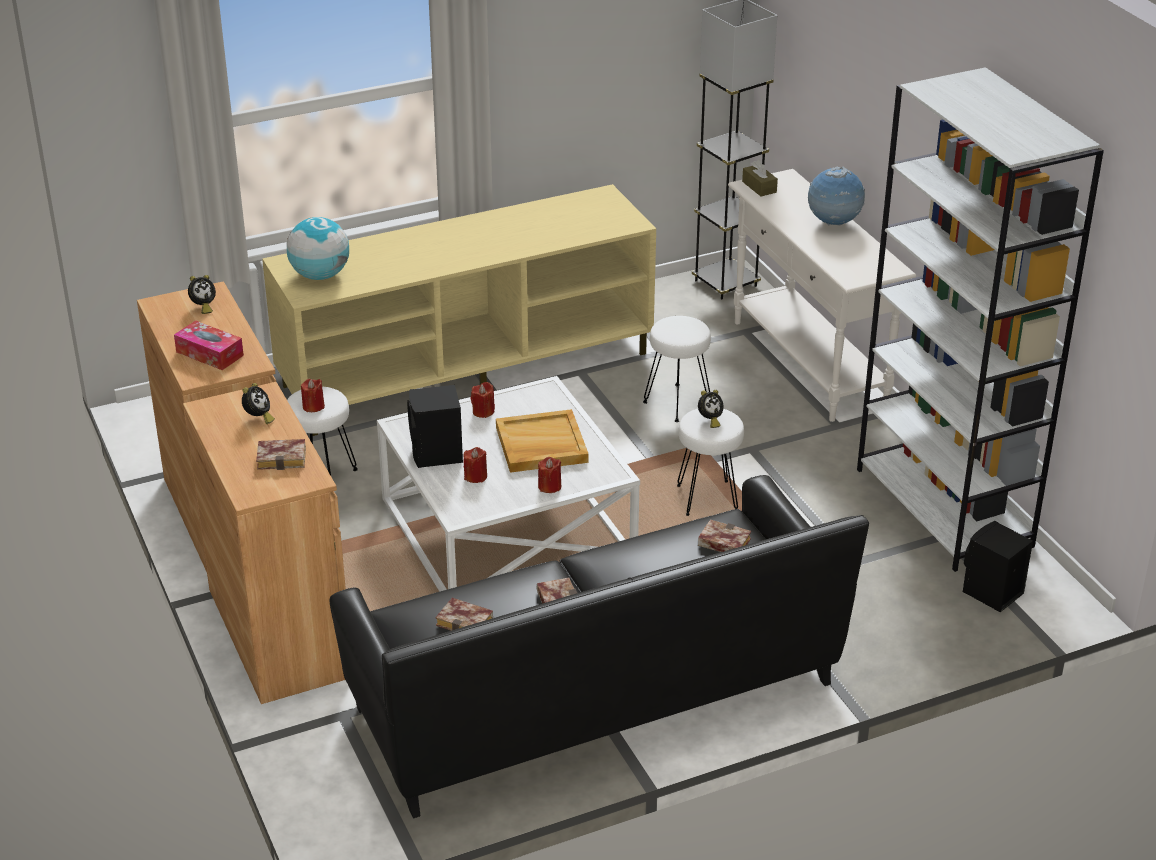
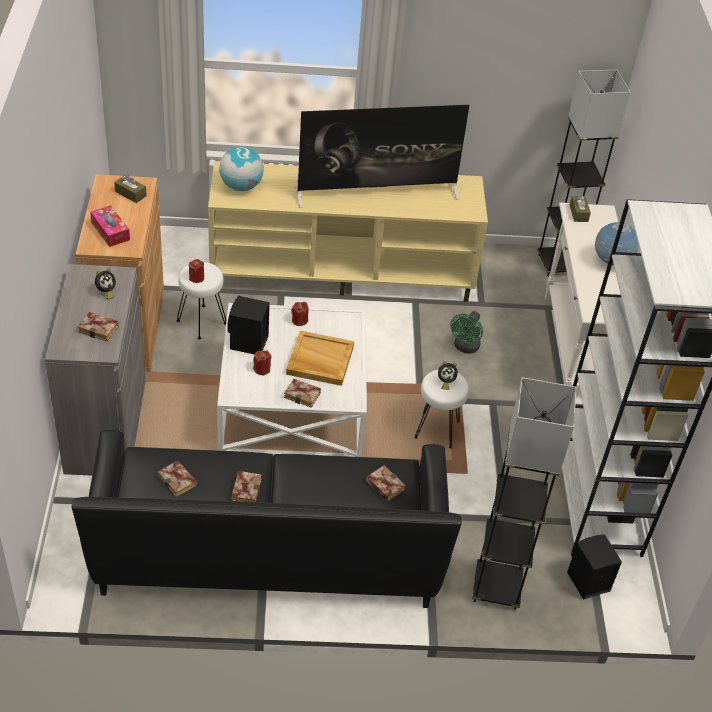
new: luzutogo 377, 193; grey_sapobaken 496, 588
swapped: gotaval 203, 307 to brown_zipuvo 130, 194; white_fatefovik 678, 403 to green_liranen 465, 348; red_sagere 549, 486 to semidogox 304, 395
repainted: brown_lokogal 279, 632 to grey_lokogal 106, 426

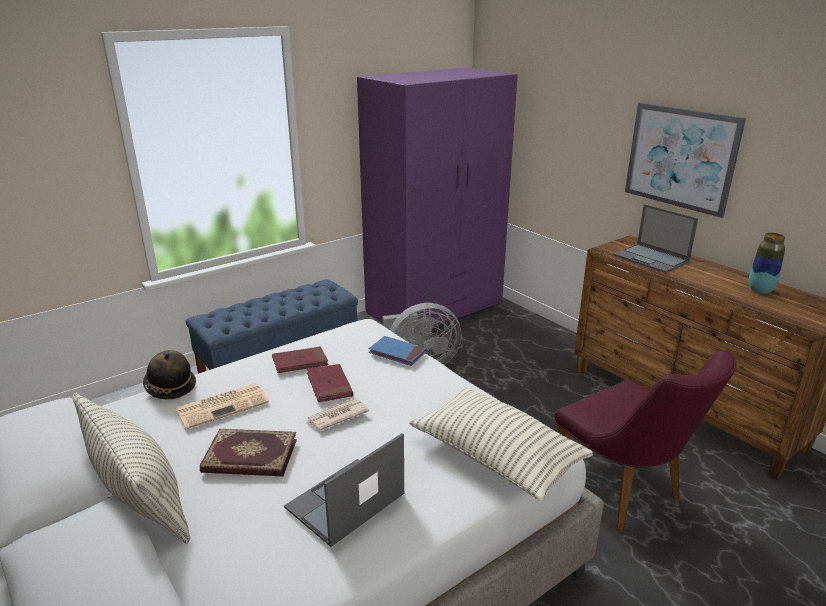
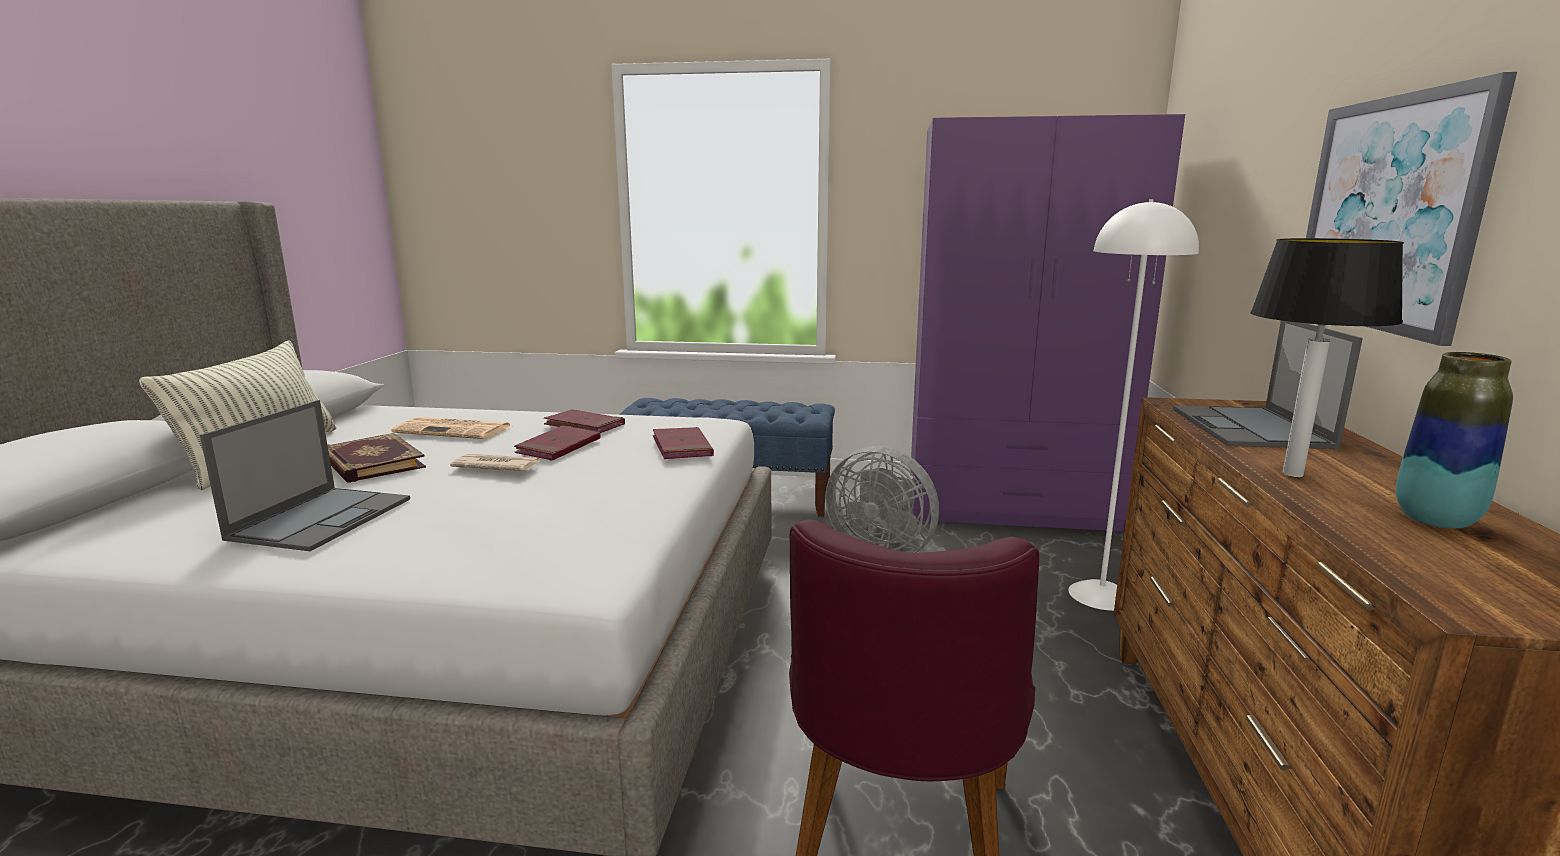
gone: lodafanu 170, 387; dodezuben 496, 456
new: white_sapobaken 1102, 595; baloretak 1293, 474
repainted: blue_semidogox 397, 353 to red_semidogox 682, 447
rotated: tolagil 344, 502 = 323, 518 105 degrees clockwise

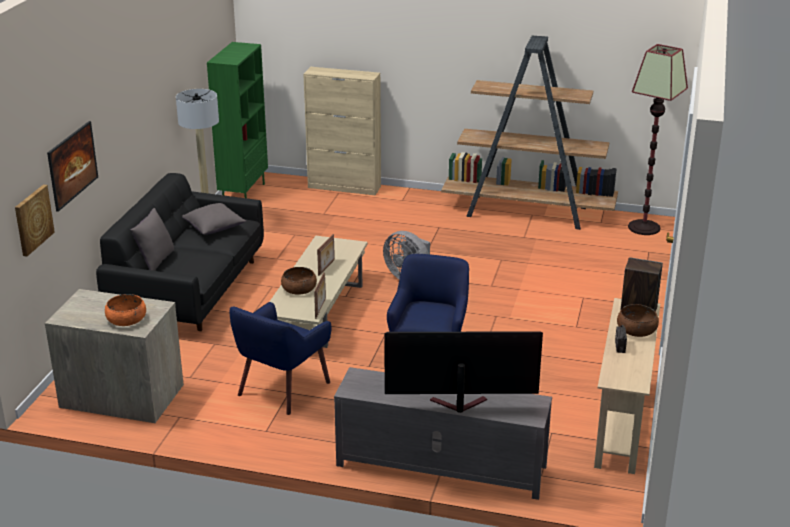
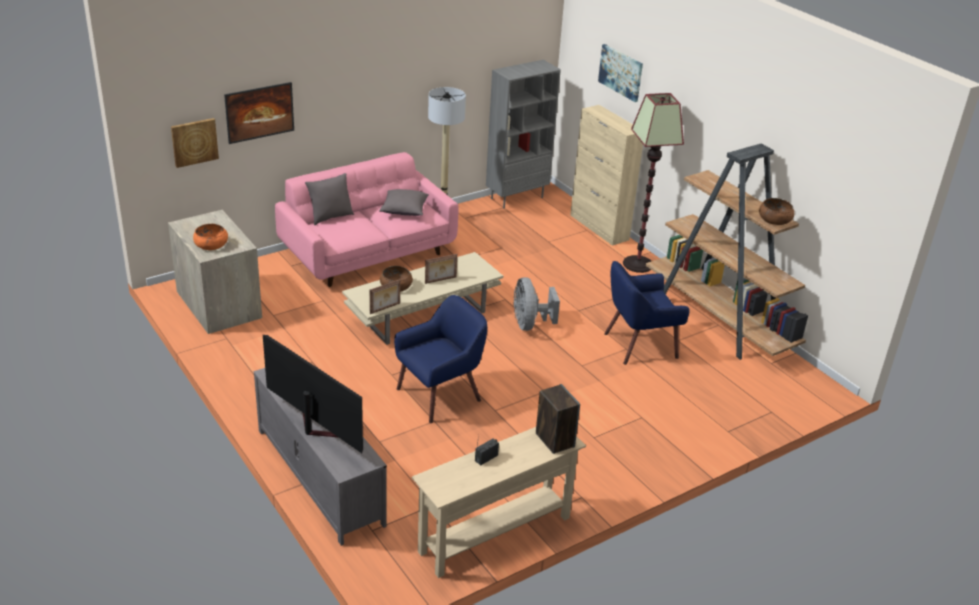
new: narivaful 621, 72
shifted: sapobaken 644, 228 to 638, 264; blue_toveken 282, 389 to 639, 345; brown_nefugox 636, 329 to 774, 219
repainted: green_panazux 243, 193 to grey_panazux 517, 197; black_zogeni 189, 289 to pink_zogeni 368, 253

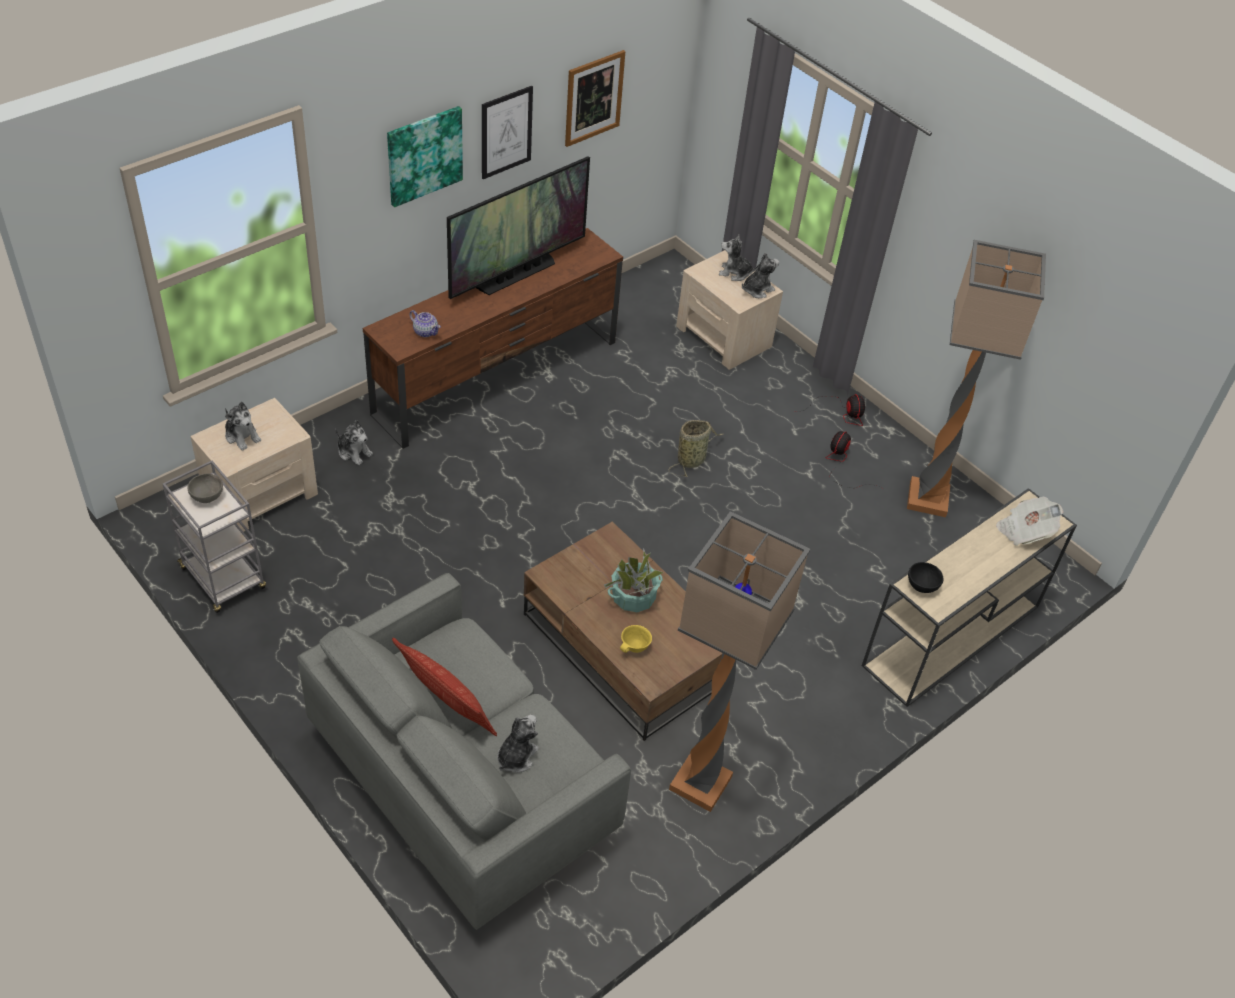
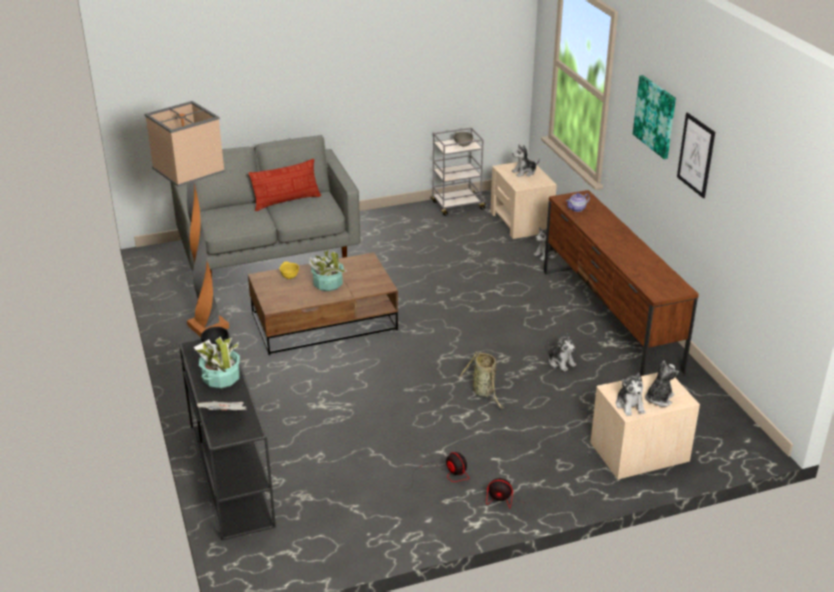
gone: narivaful 593, 98; luzutogo 516, 274; sapobaken 929, 498
new: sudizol 221, 379
shifted: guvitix 516, 756 to 561, 362
repainted: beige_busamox 950, 637 to black_busamox 230, 473

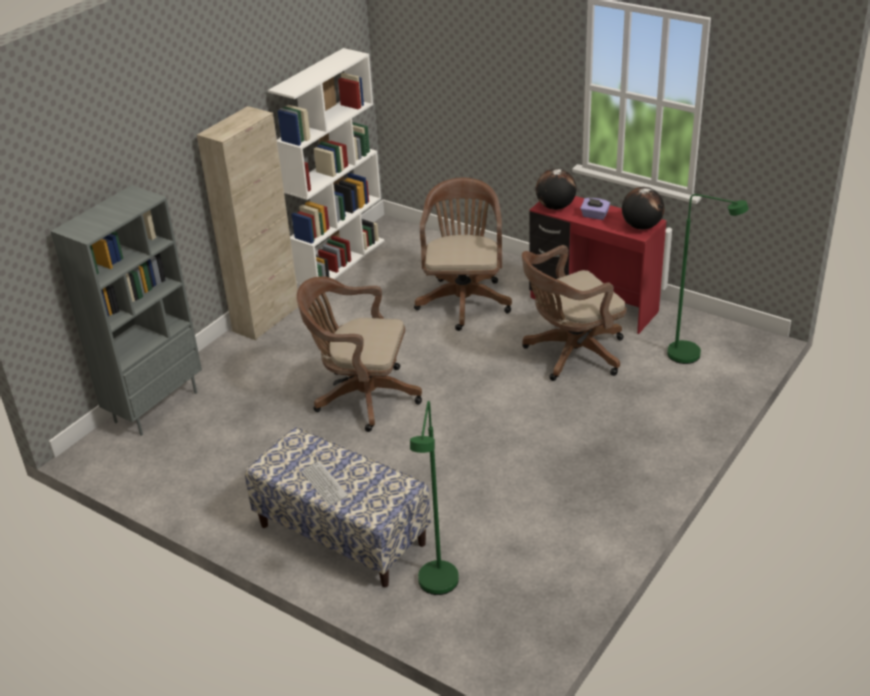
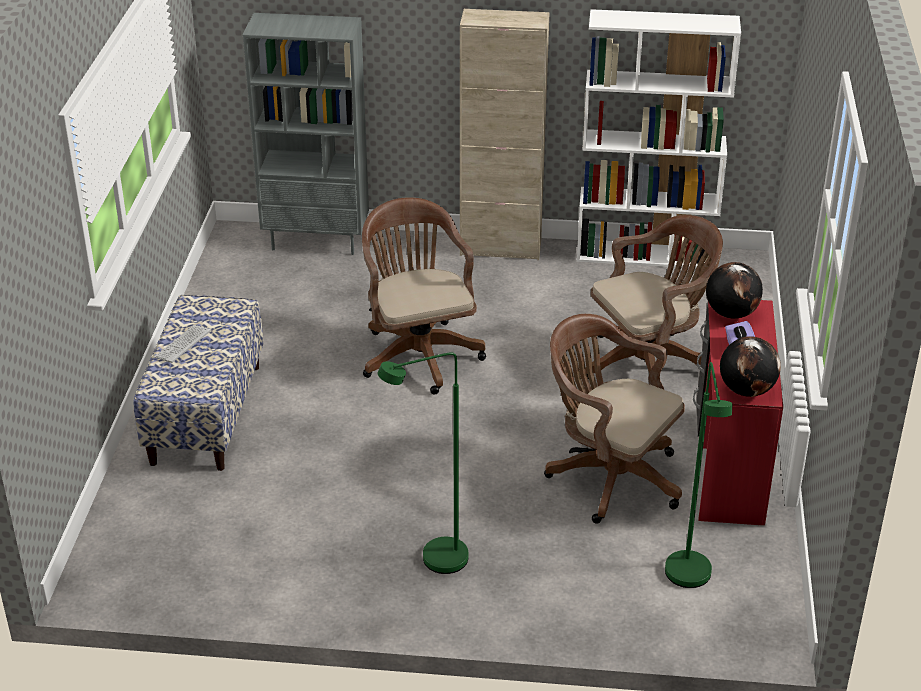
shifted: green_sapobaken 437, 588 to 433, 561

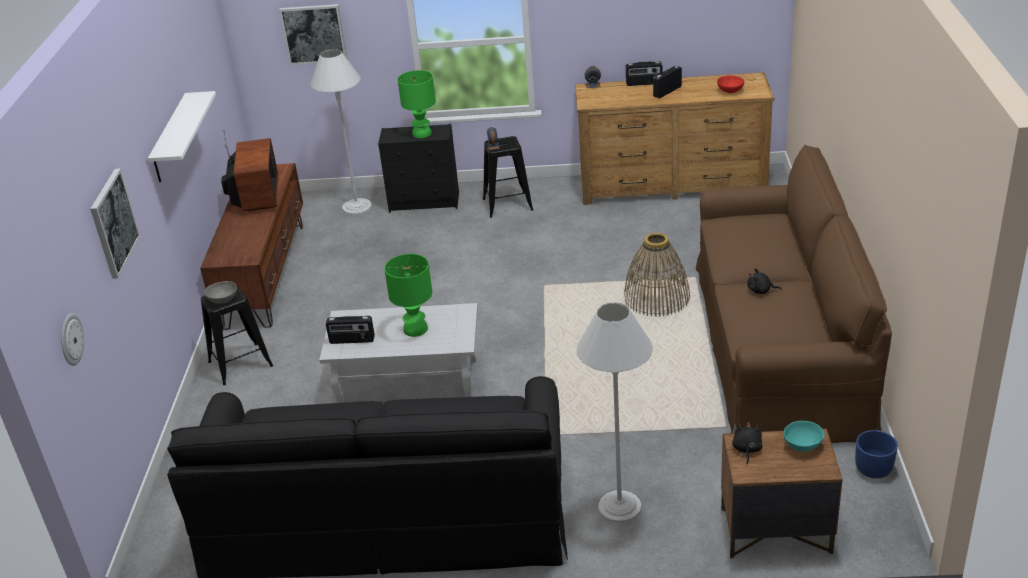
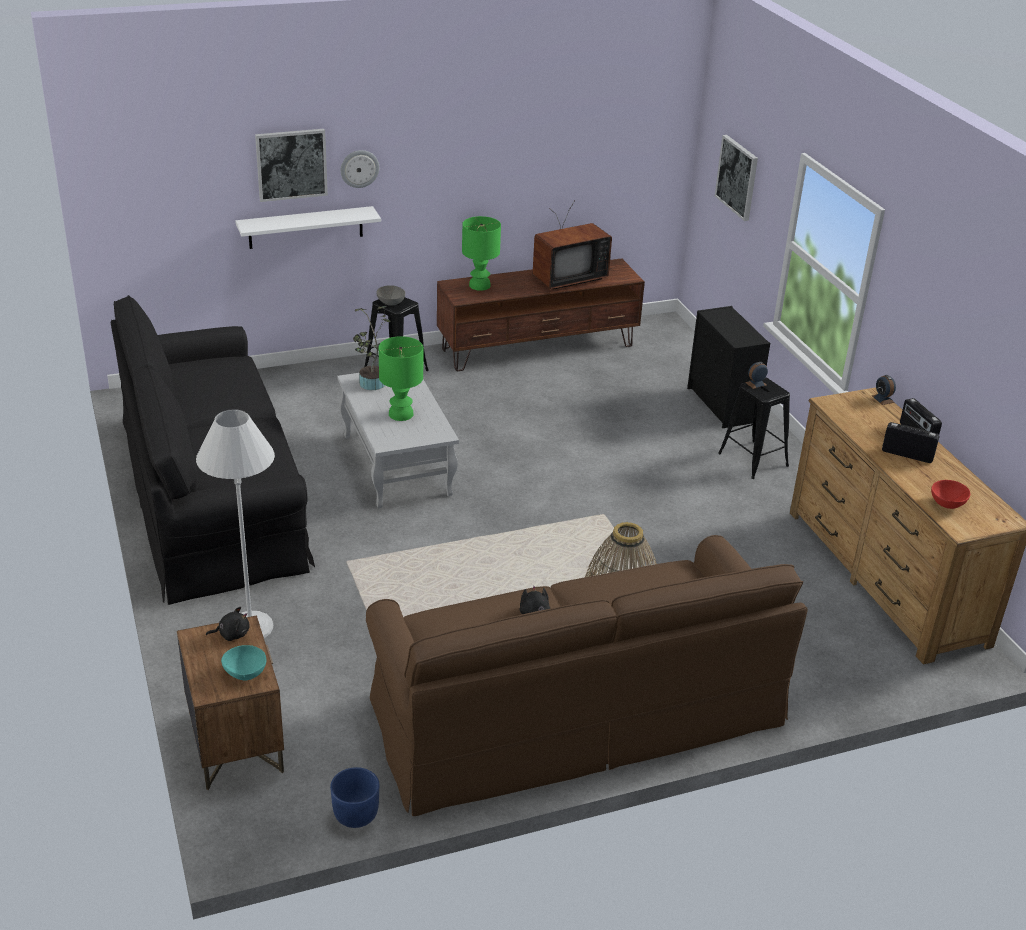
gone: white_sapobaken 357, 207
shifted: green_baloretak 422, 133 to 480, 285; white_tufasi 171, 138 to 306, 227; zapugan 70, 339 to 359, 168
swapped: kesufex 352, 340 to sudizol 371, 385

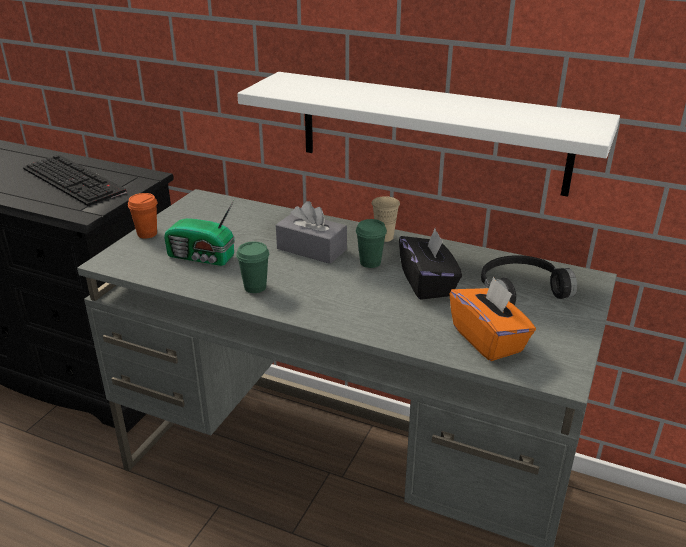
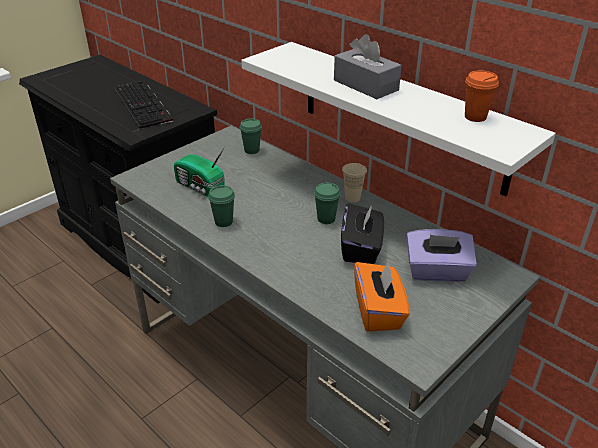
new: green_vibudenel 251, 150
shifted: orange_vibudenel 147, 234 to 475, 117; grey_zipuvo 311, 249 to 365, 85
swapped: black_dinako 519, 290 to purple_zipuvo 437, 272

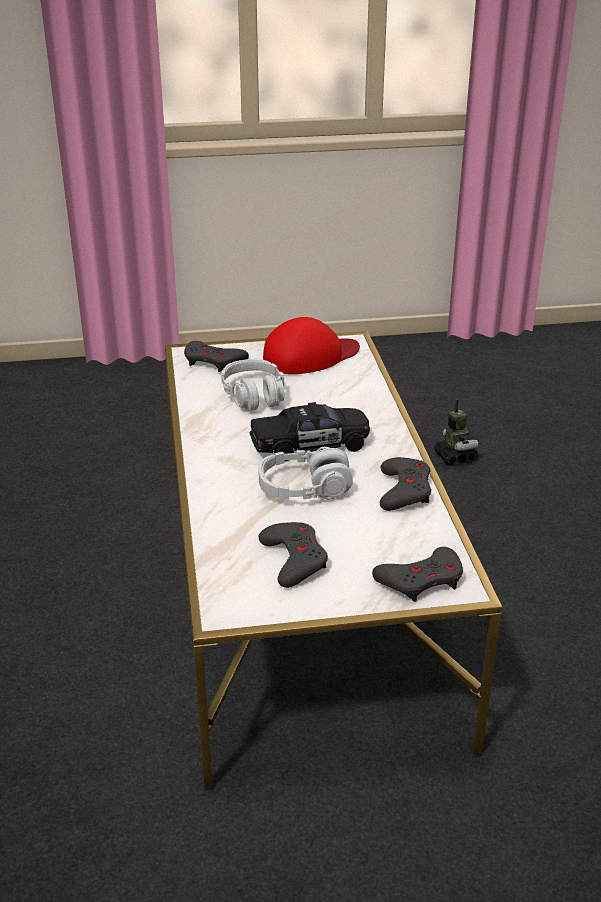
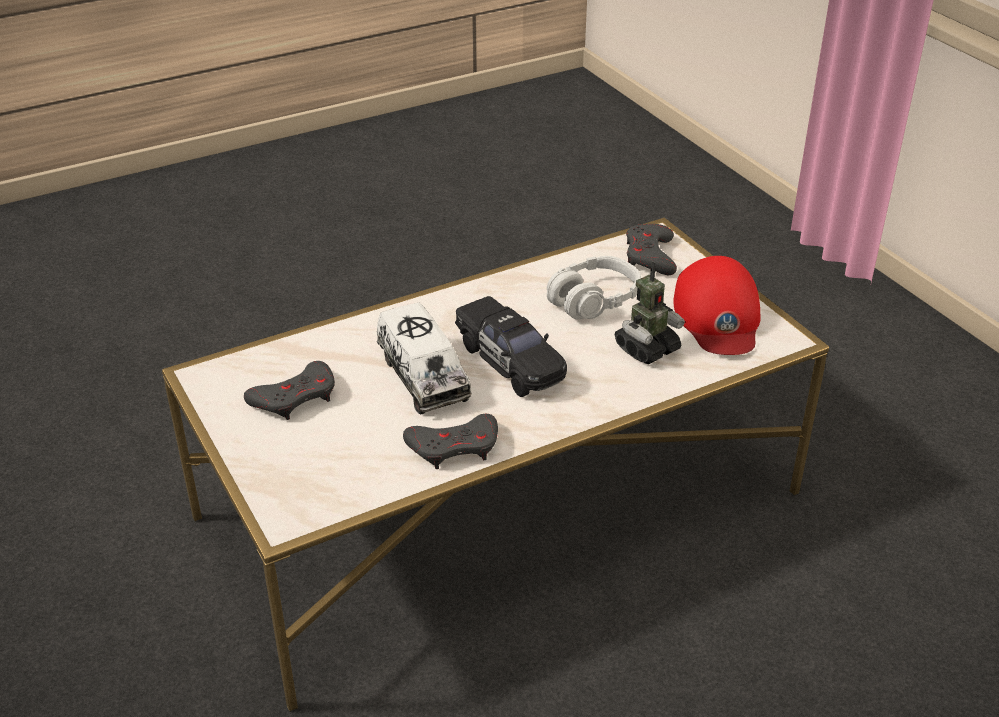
gone: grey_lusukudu 421, 580
shifted: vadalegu 455, 457 to 646, 349
swapped: grey_dinako 304, 488 to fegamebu 423, 376
rotated: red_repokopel 310, 356 = 718, 316 45 degrees clockwise

